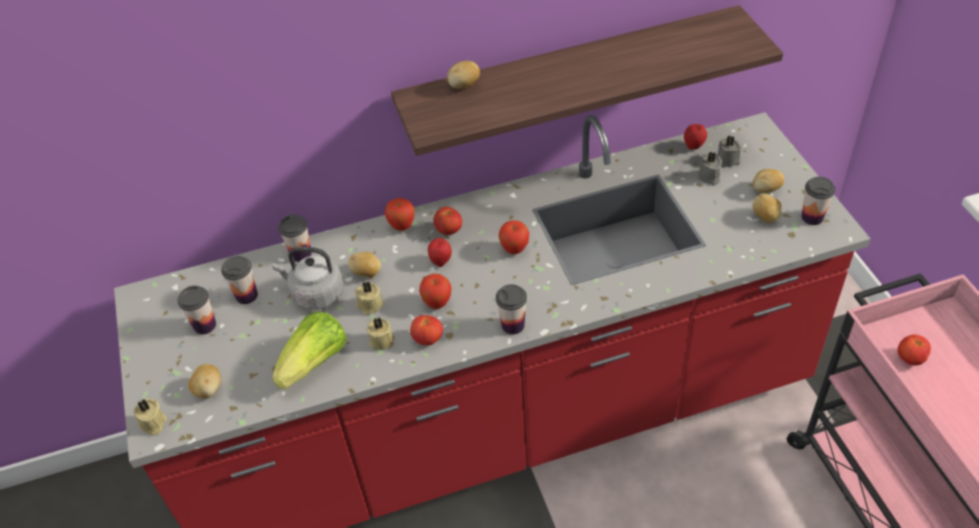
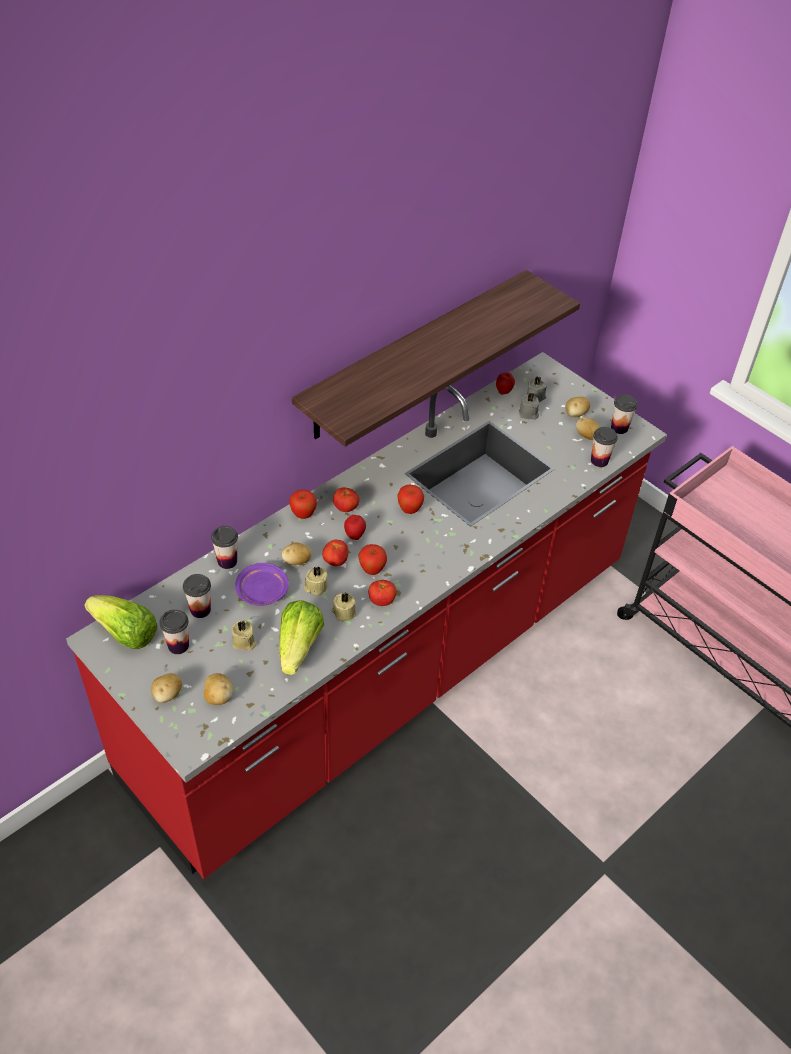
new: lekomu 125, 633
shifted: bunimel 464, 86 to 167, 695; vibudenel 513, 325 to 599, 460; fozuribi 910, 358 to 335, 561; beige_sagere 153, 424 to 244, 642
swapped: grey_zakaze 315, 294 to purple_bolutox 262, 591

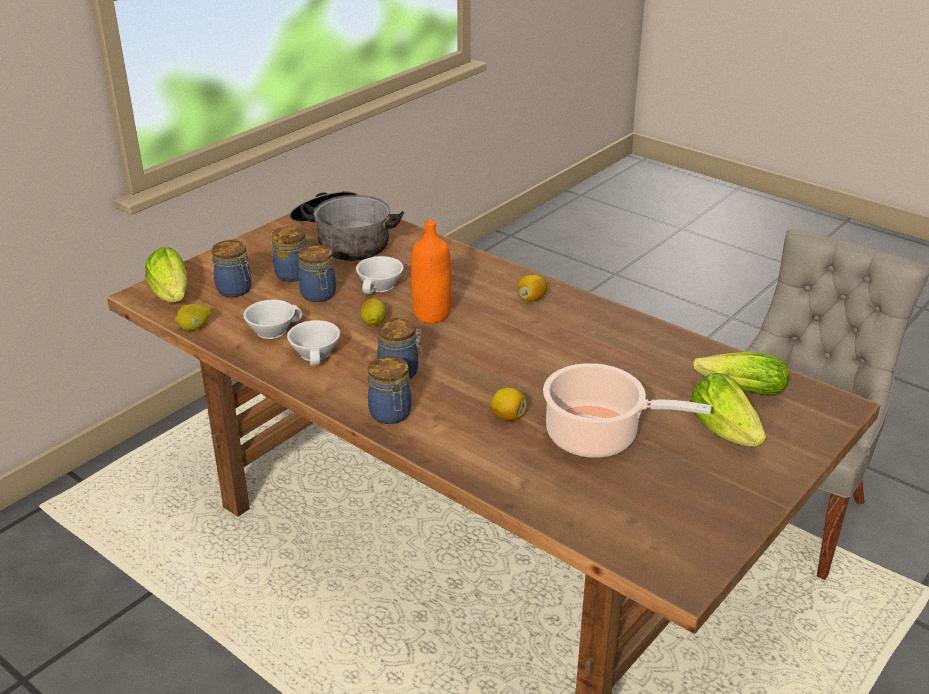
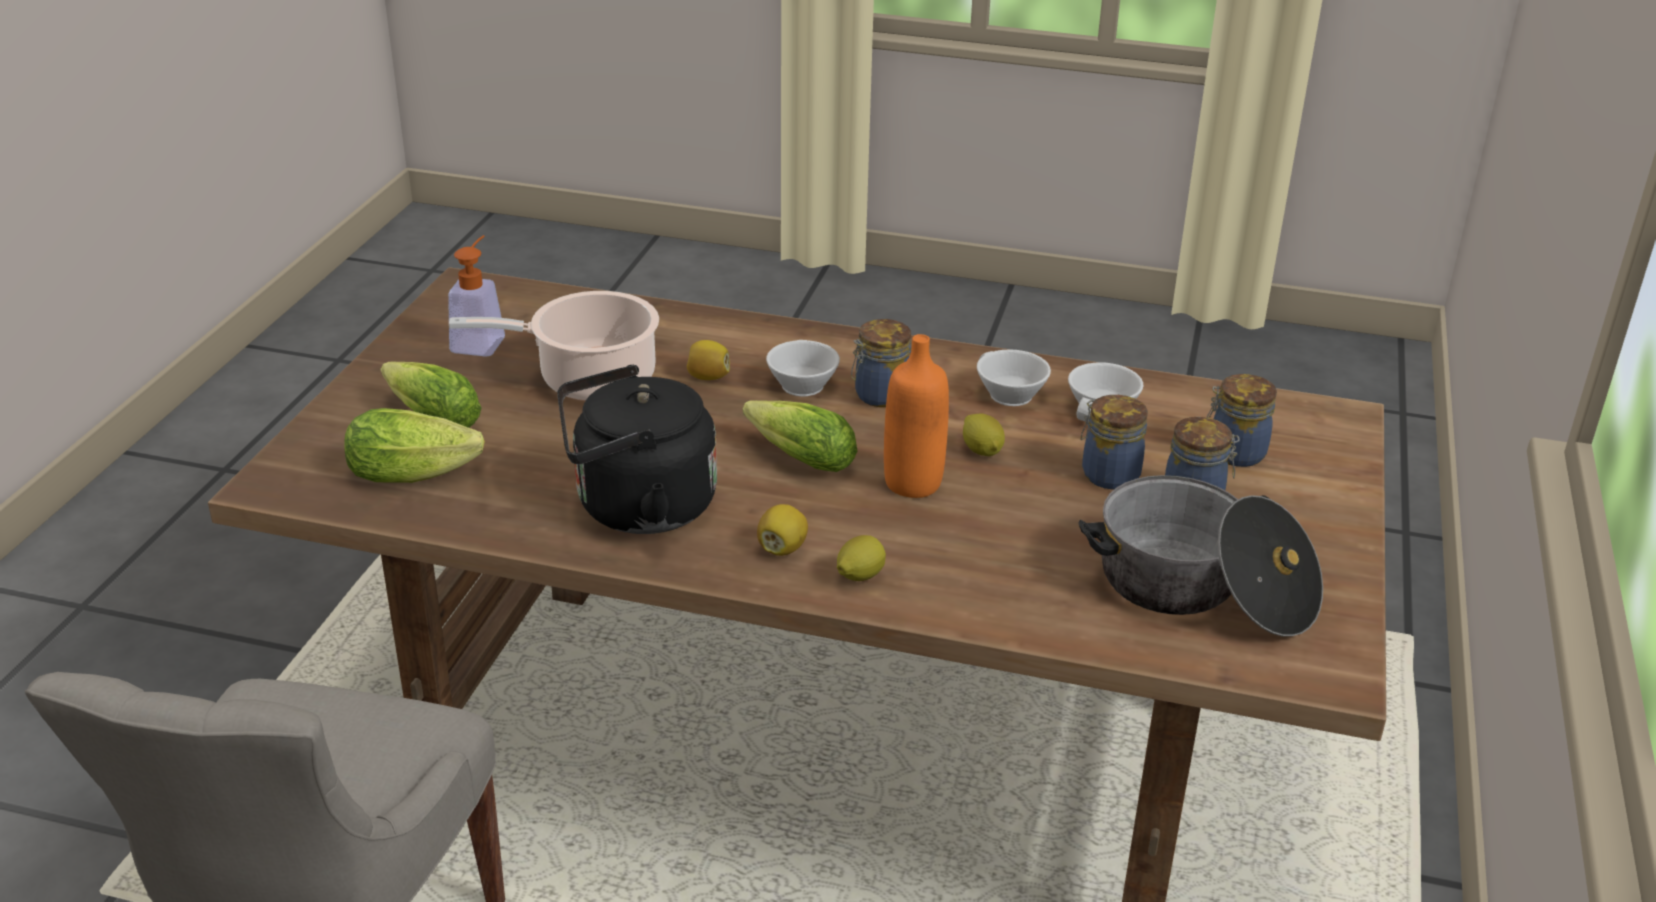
gone: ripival 391, 414
new: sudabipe 481, 341; black_zakaze 637, 508
shifted: lekomu 172, 295 to 796, 457; white_vibudenel 381, 286 to 799, 384; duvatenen 194, 327 to 859, 576

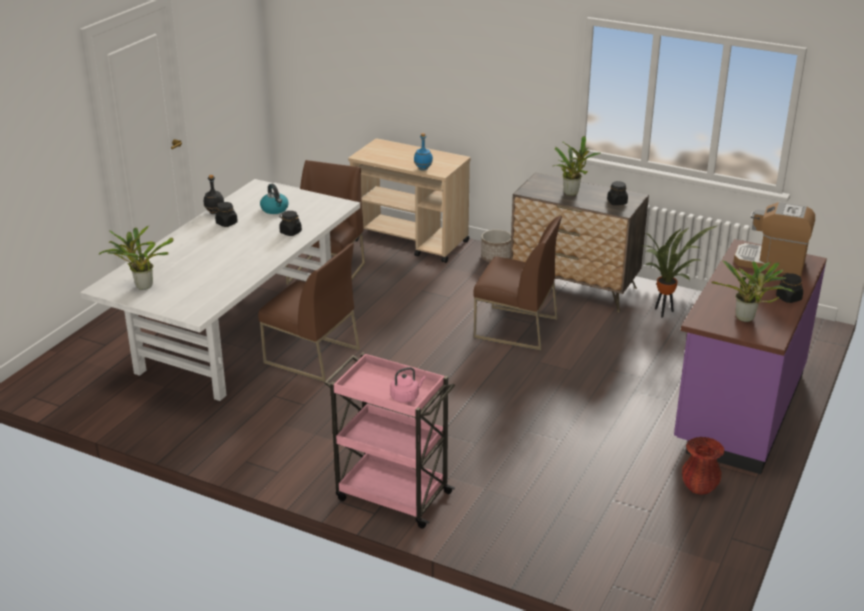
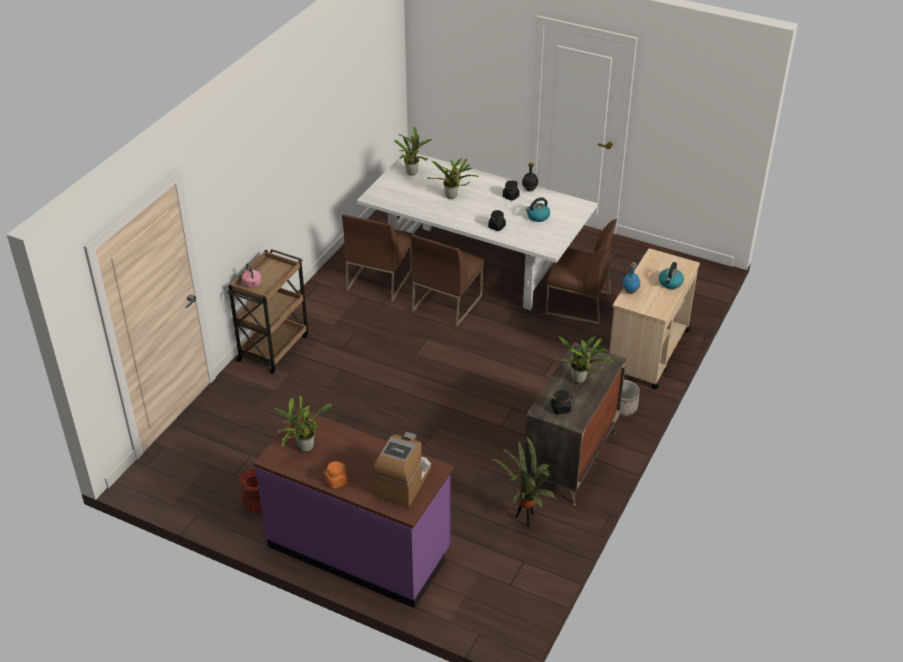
new: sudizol 452, 197; zakaze 670, 283
shifted: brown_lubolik 515, 328 to 379, 280
repainted: black_ripival 788, 298 to orange_ripival 336, 481; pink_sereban 391, 495 to brown_sereban 274, 347

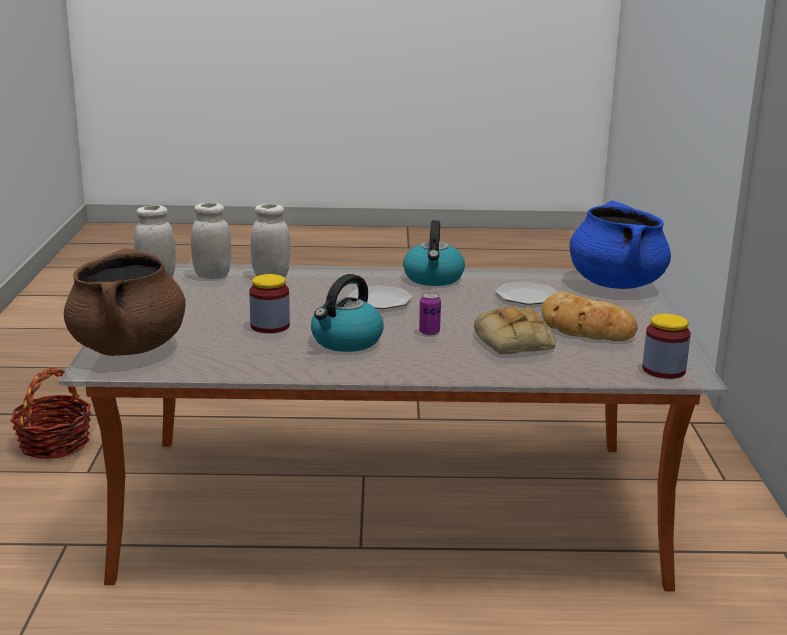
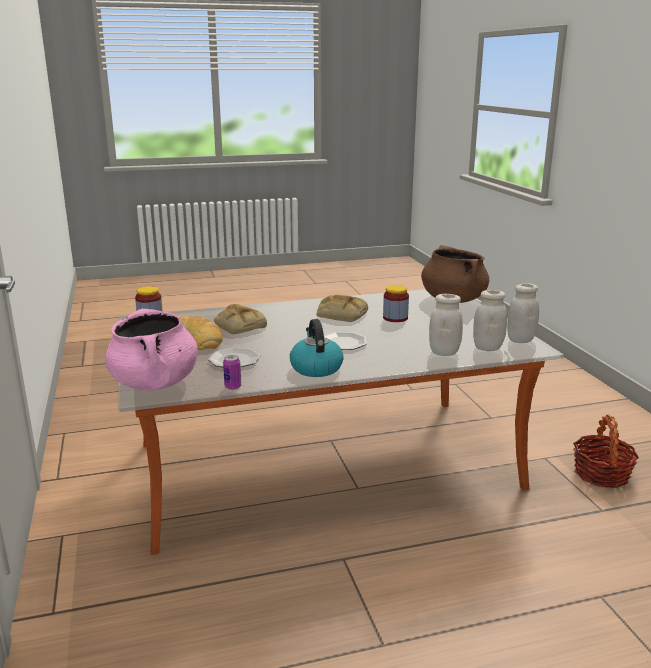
shifted: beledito 429, 332 to 233, 387
swapped: zakaze 346, 341 to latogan 341, 315
repainted: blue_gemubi 616, 283 to pink_gemubi 155, 383

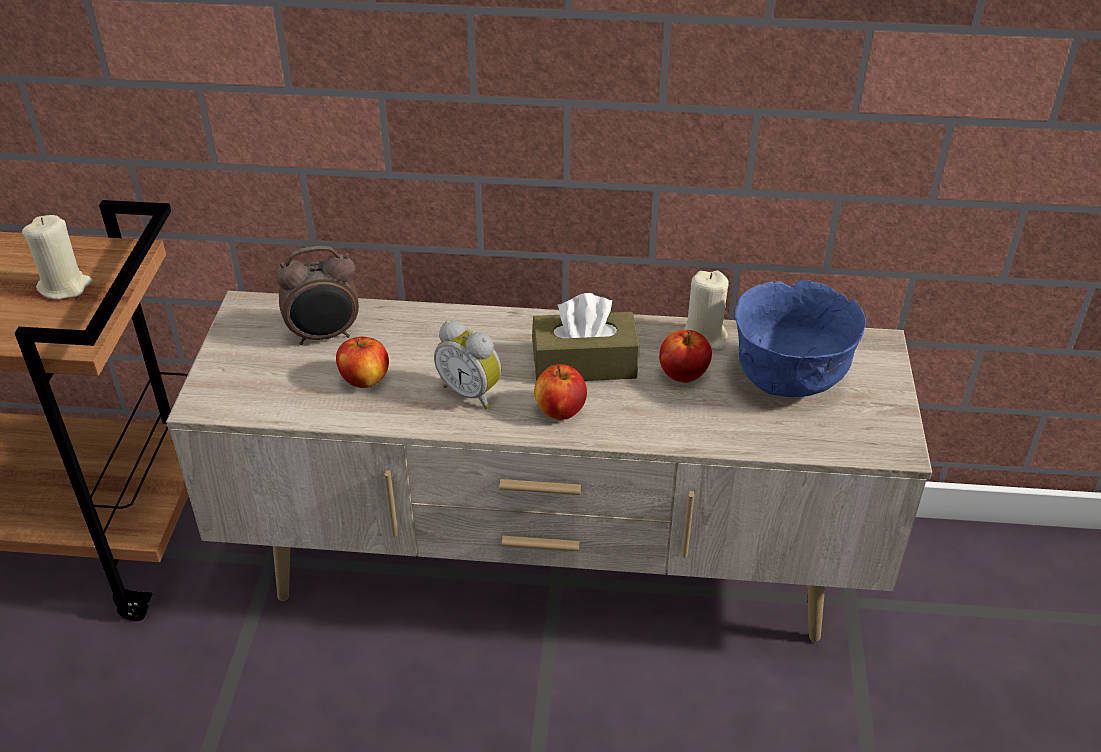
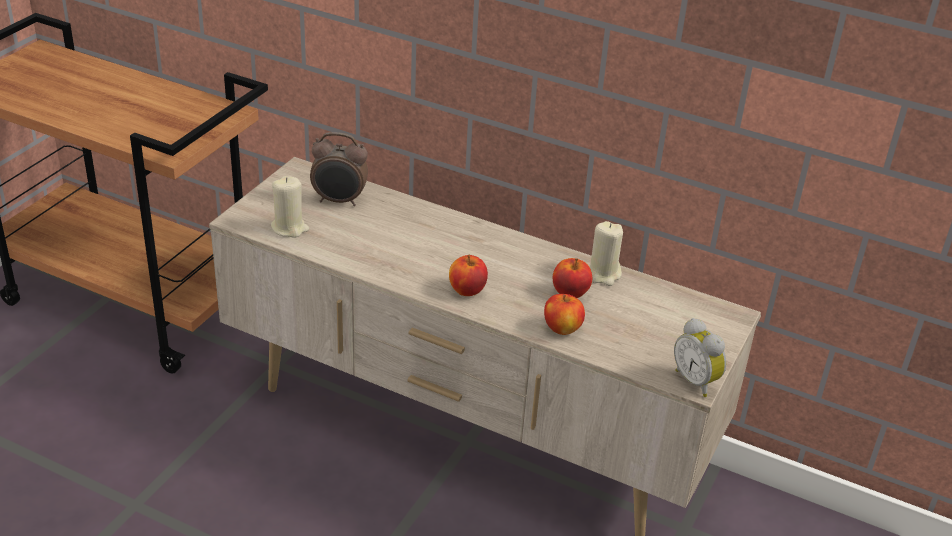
gone: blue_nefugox 788, 380; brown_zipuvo 584, 363
shifted: beige_sagere 65, 286 to 289, 228; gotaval 472, 392 to 697, 381; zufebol 365, 380 to 562, 329

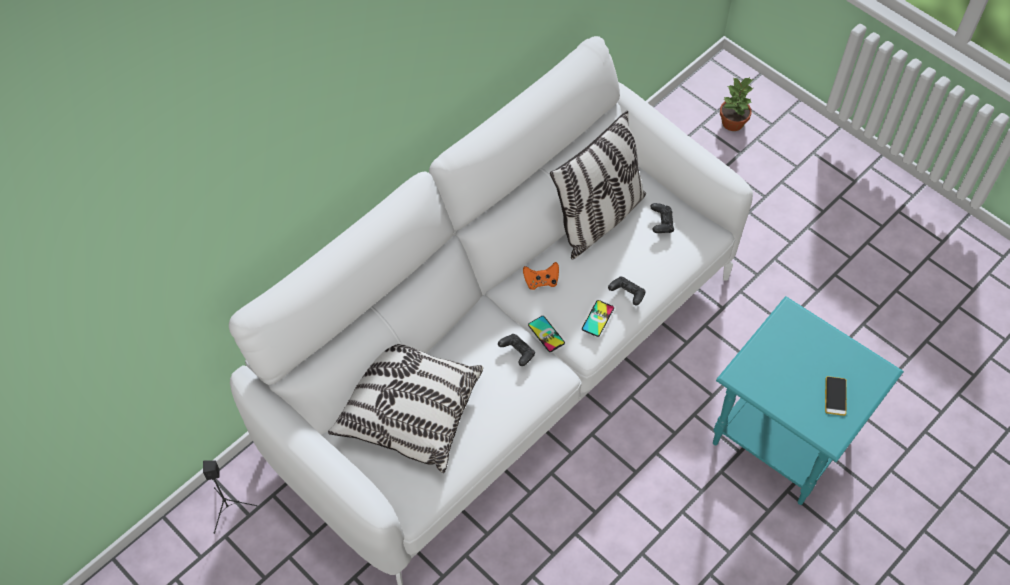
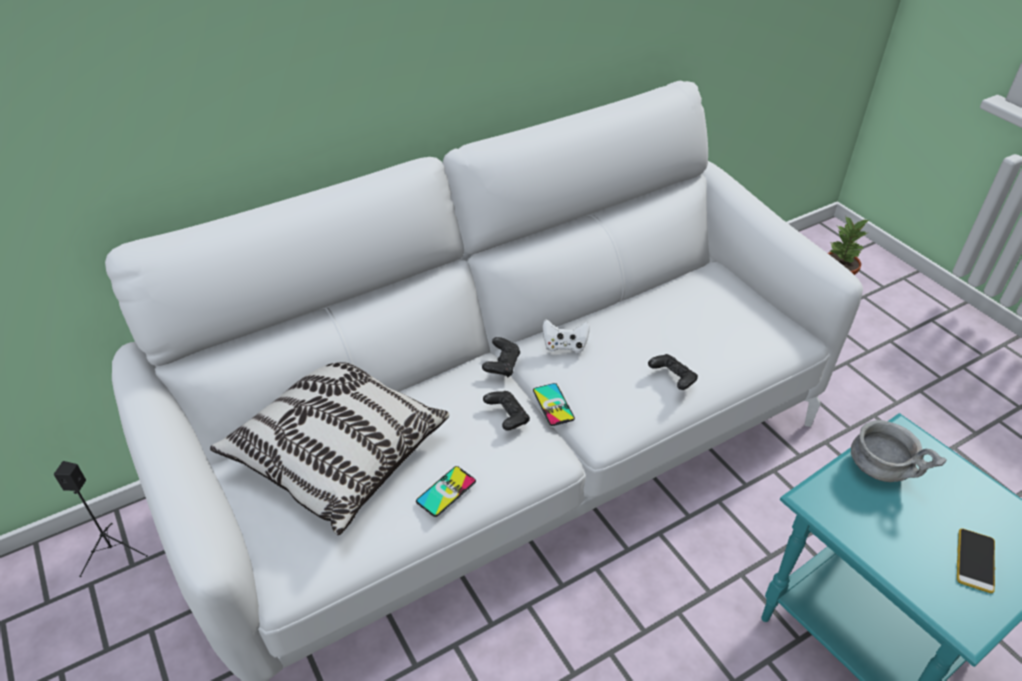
gone: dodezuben 598, 219
new: grey_nefugox 880, 468
shifted: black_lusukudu 661, 223 to 502, 365; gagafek 597, 318 to 446, 491
repainted: orange_lusukudu 541, 281 to white_lusukudu 565, 346

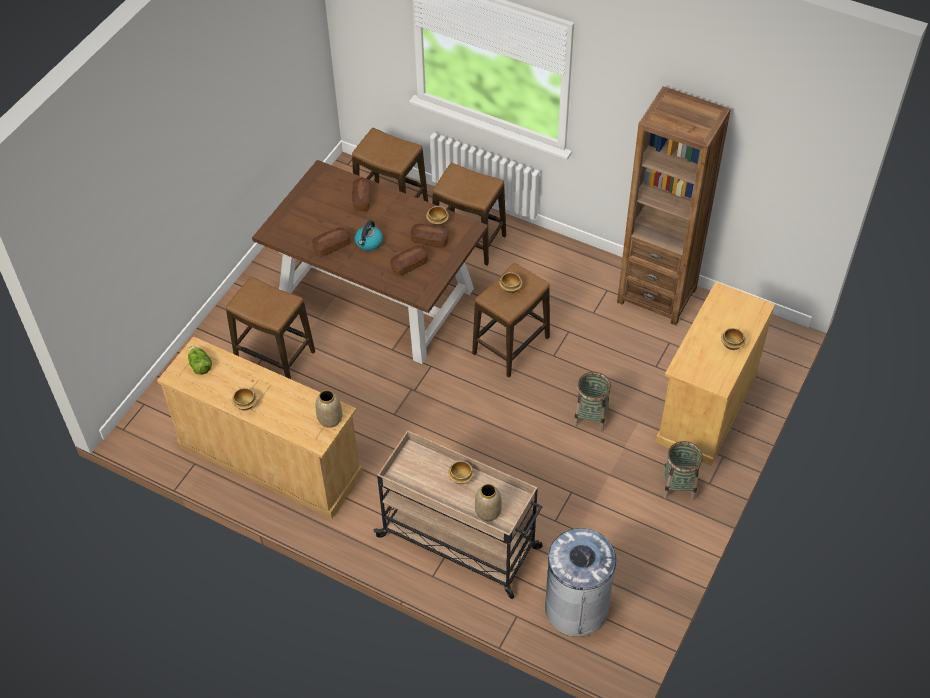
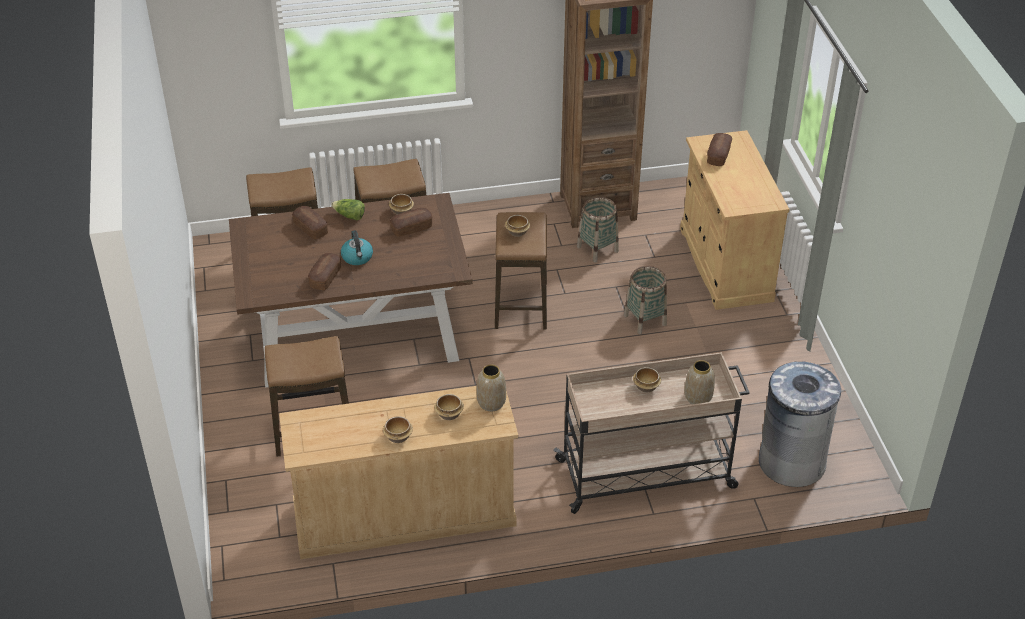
shifted: latogan 409, 265 to 718, 155; nefugox 731, 344 to 449, 414; lekomu 200, 365 to 349, 216; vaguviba 679, 486 to 597, 249

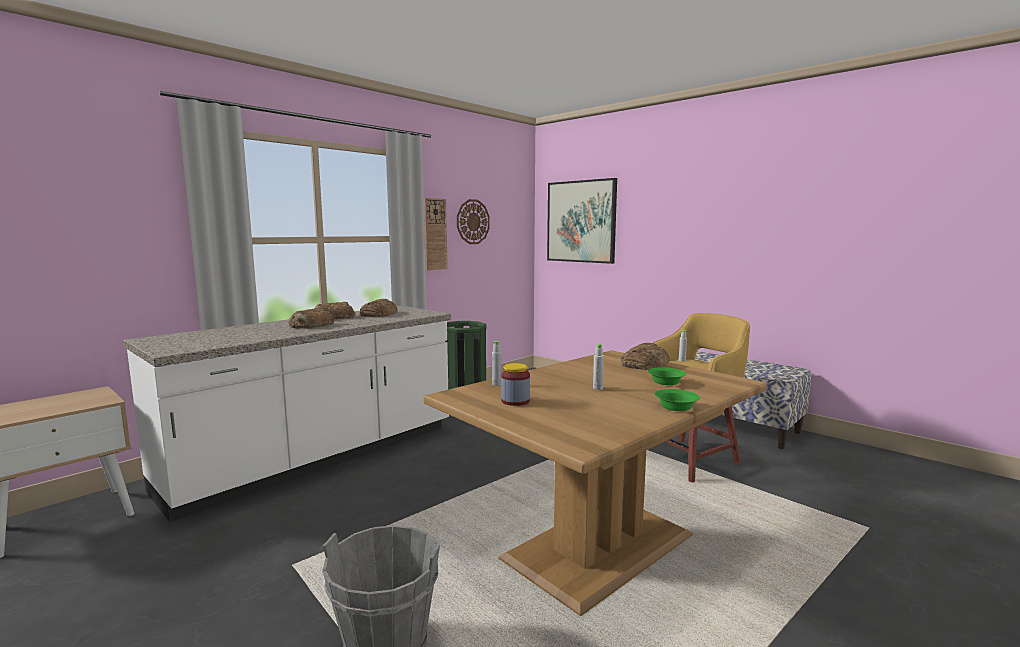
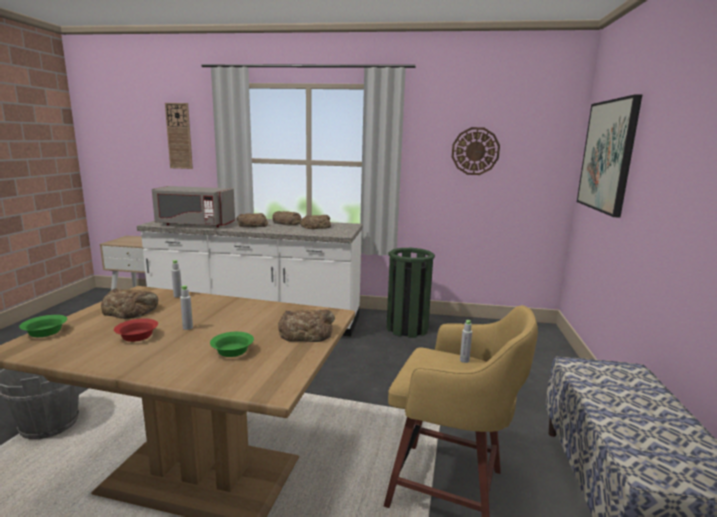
new: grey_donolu 194, 224; red_nefugox 138, 336
shifted: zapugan 435, 234 to 179, 136; green_nefugox 677, 407 to 46, 333
swapped: ripival 515, 401 to latogan 130, 309

